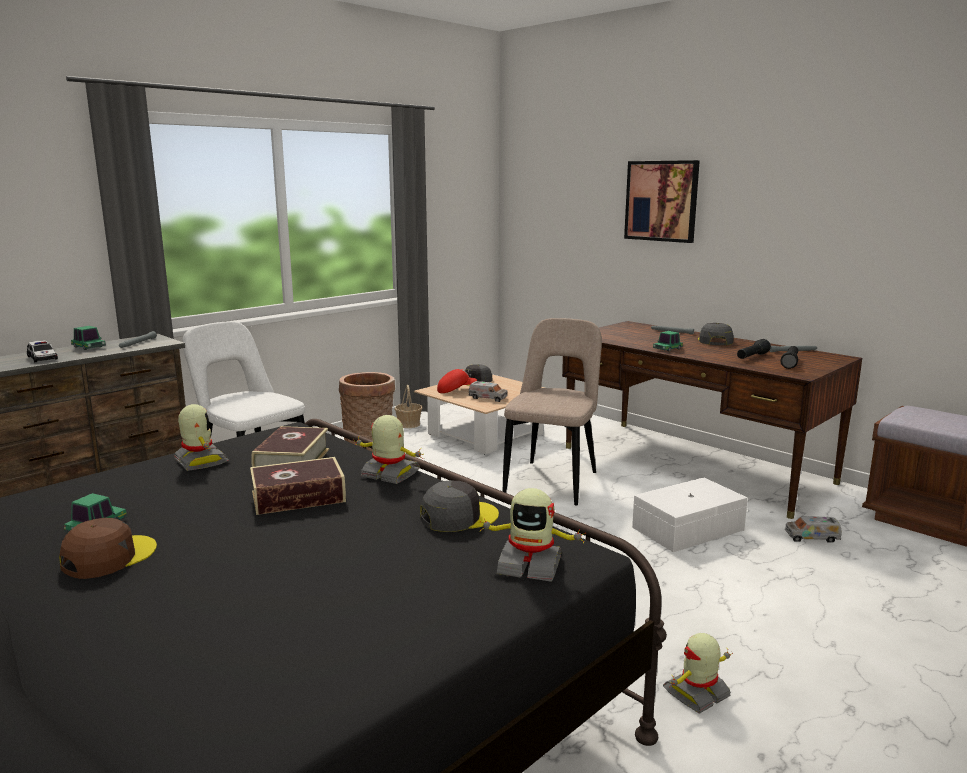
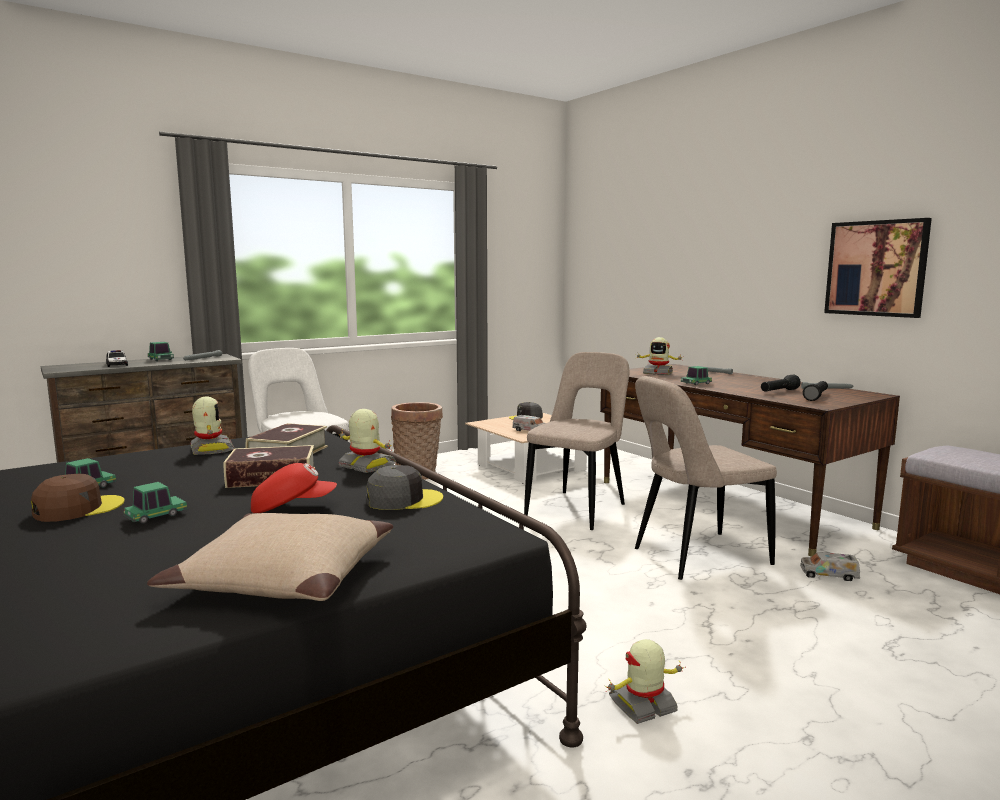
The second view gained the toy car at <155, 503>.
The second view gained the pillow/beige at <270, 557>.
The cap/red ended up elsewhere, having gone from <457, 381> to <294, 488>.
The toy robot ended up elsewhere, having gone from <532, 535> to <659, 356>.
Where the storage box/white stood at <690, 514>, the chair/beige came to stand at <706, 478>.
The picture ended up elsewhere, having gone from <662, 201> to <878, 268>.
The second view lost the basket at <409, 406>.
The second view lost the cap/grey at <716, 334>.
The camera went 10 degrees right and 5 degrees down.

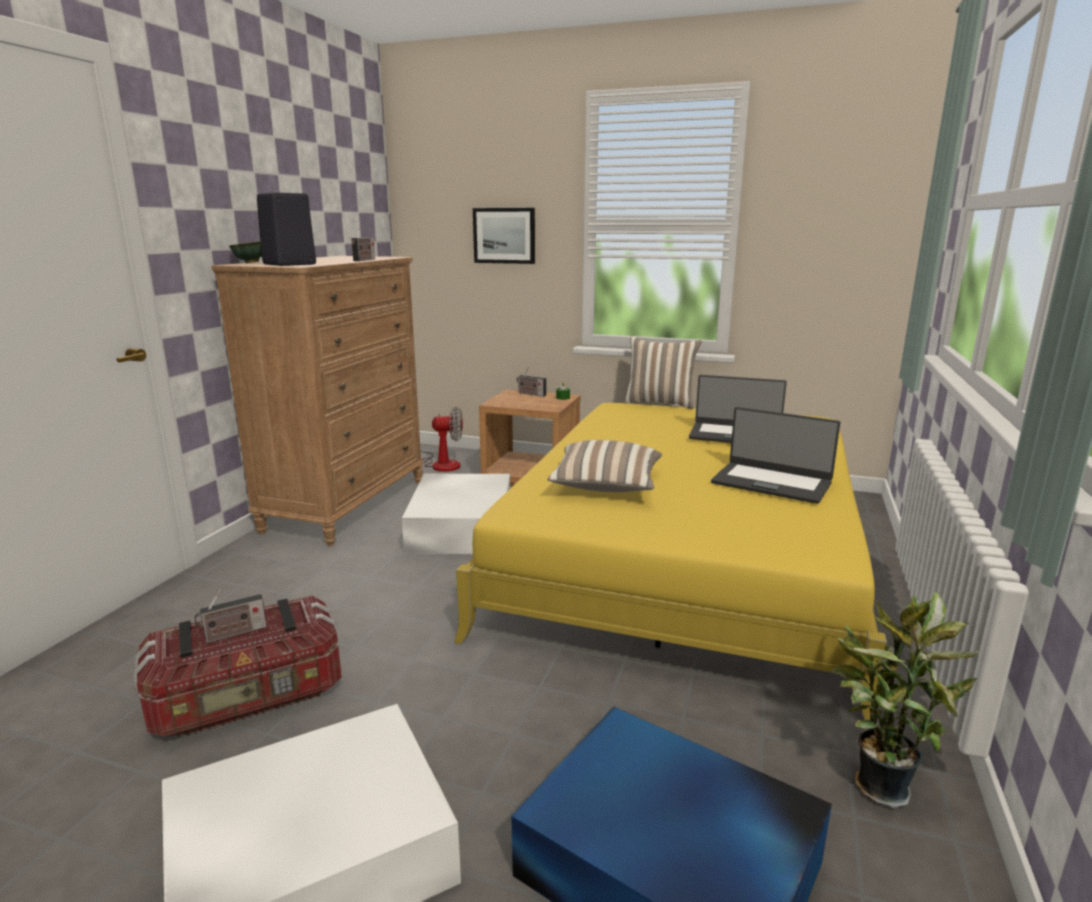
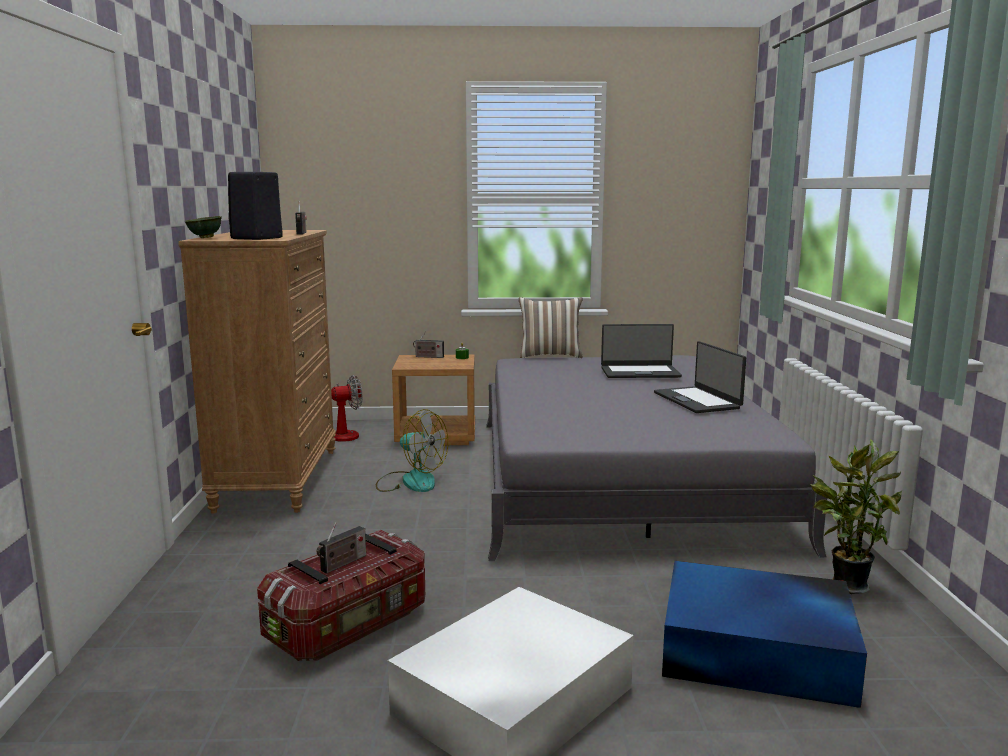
Where the storage box/white stood at <456, 514>, the fan came to stand at <412, 450>.
What was the bed/yellow at <670, 564> turned into the bed/grey at <656, 458>.
The laptop at <775, 455> ended up facing another way, 60 degrees clockwise from before.
The second view lost the picture at <504, 236>.
The second view lost the pillow at <604, 466>.
The camera went 20 degrees left and 5 degrees down.

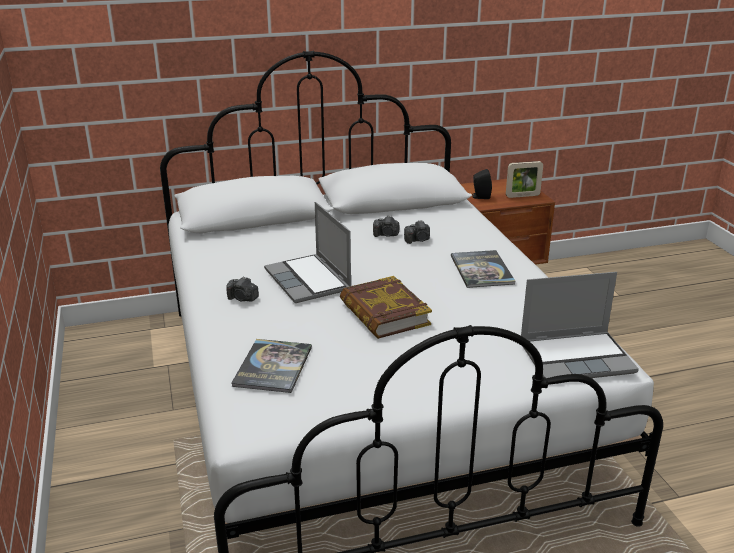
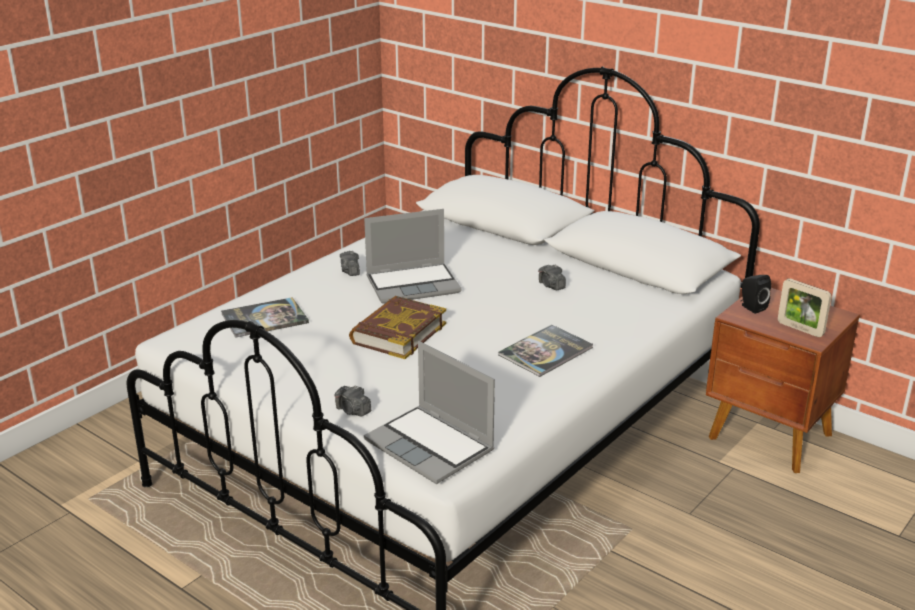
The photo camera ended up elsewhere, having gone from <417, 232> to <353, 400>.
The laptop at <307, 252> ended up facing another way, 135 degrees counterclockwise from before.
The camera went 55 degrees right and 0 degrees up.

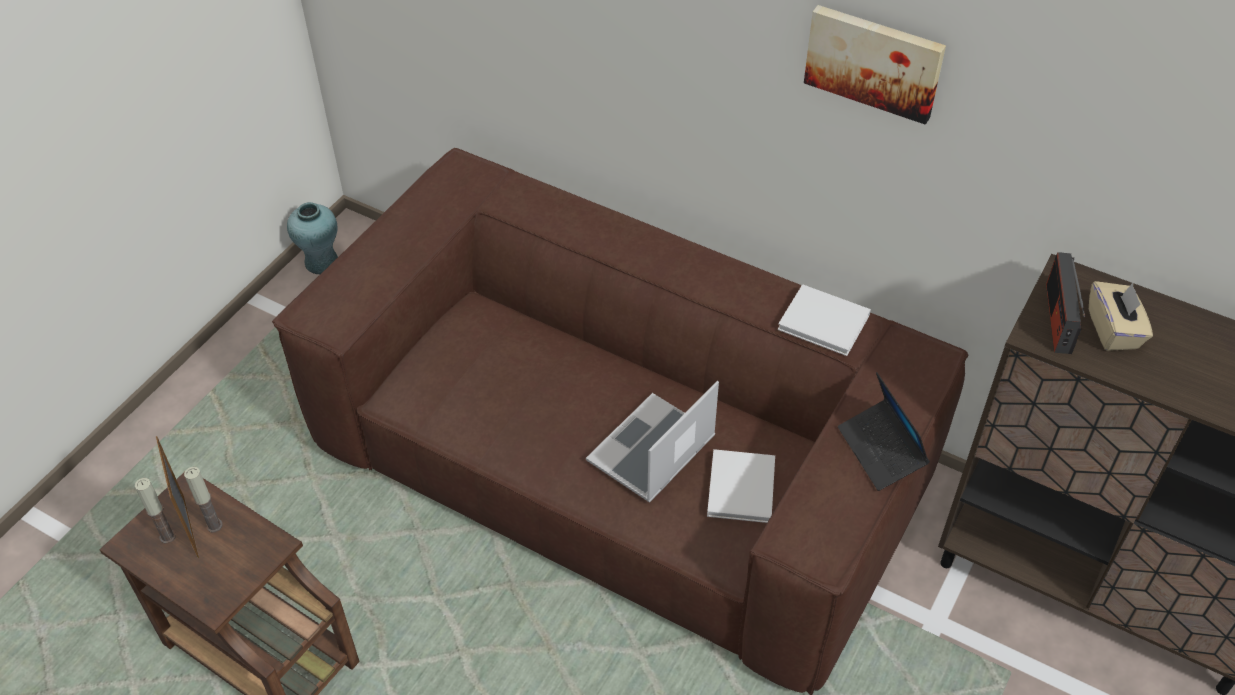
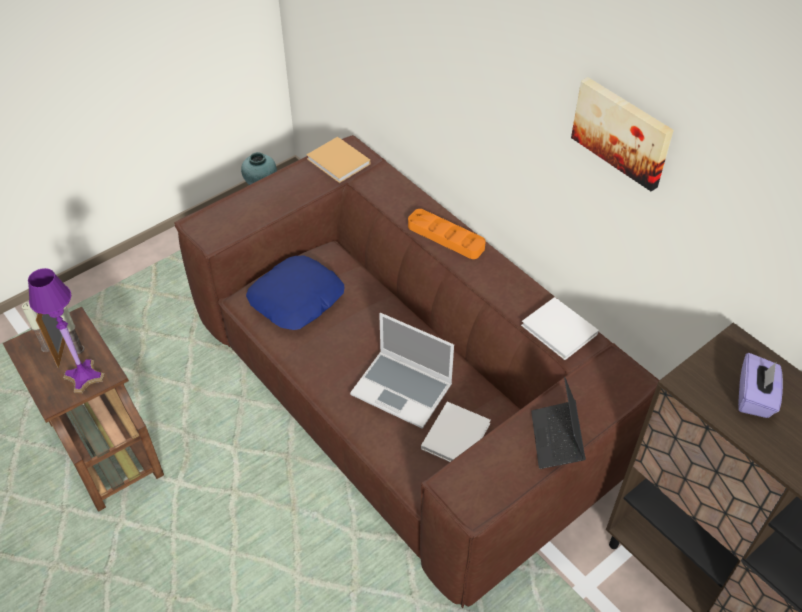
The second view gained the table lamp/purple at <66, 330>.
The second view gained the pillow/blue at <295, 293>.
The second view gained the book/beige at <338, 160>.
The laptop at <652, 442> ended up facing another way, 120 degrees counterclockwise from before.
The second view gained the tray/orange at <447, 234>.
What was the tissue box/beige at <1121, 316> turned into the tissue box/purple at <760, 385>.
The second view lost the radio at <1066, 303>.
The camera went 20 degrees right and 0 degrees up.

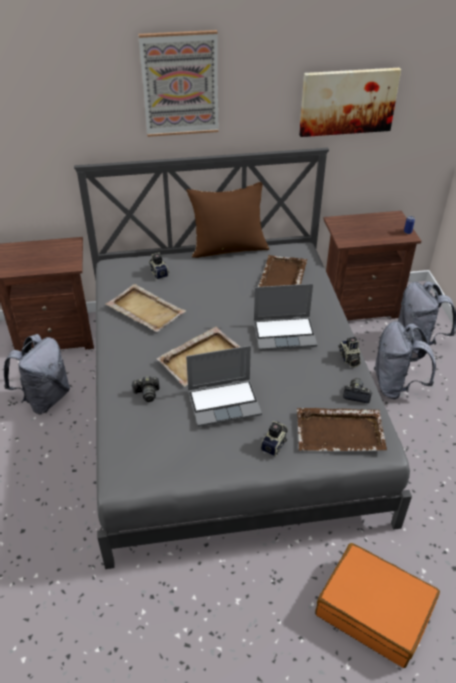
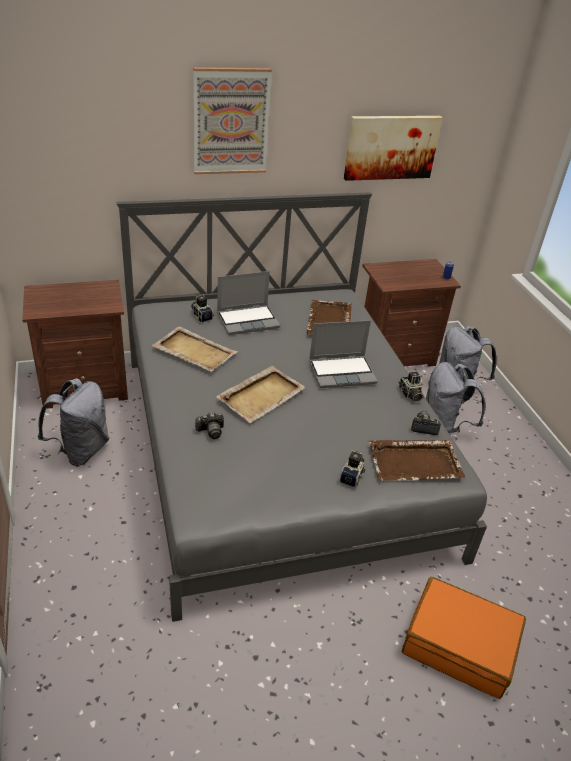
The laptop ended up elsewhere, having gone from <224, 386> to <248, 303>.
The second view lost the pillow/brown at <227, 220>.
The camera went 10 degrees left and 5 degrees down.

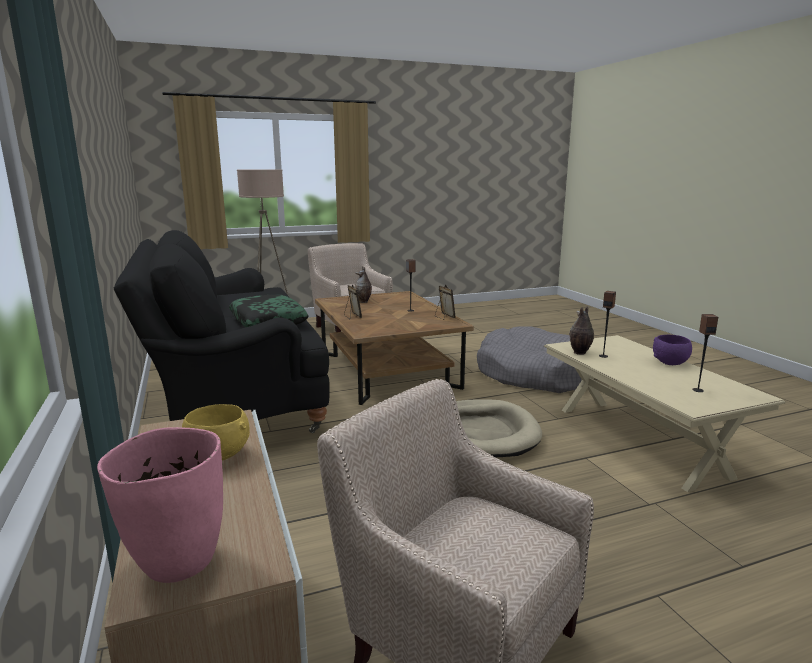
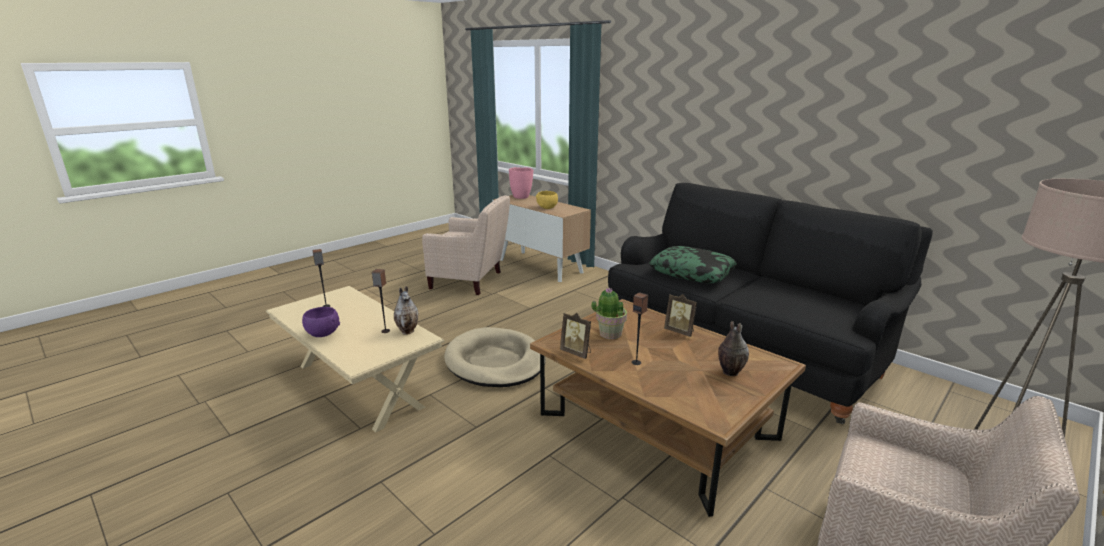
The second view gained the potted plant at <609, 313>.
The second view lost the dog bed/grey at <529, 359>.
The camera went 155 degrees right and 5 degrees up.

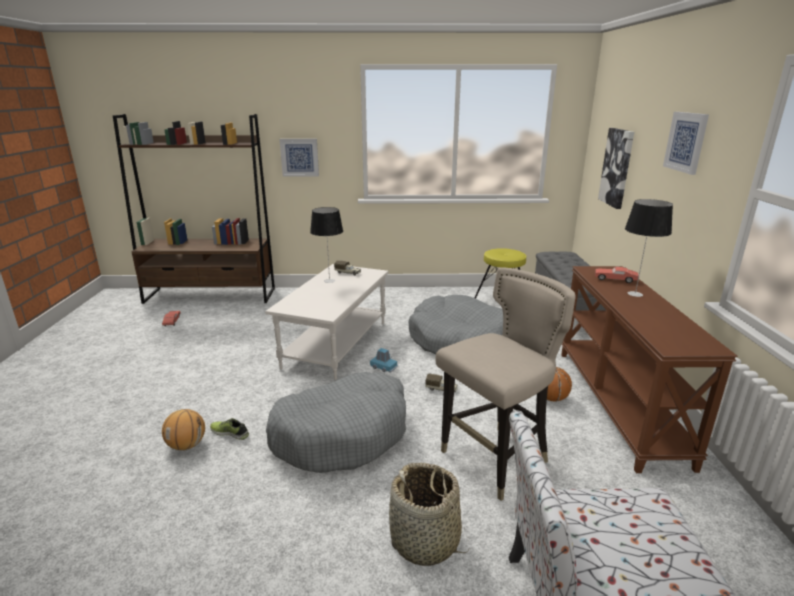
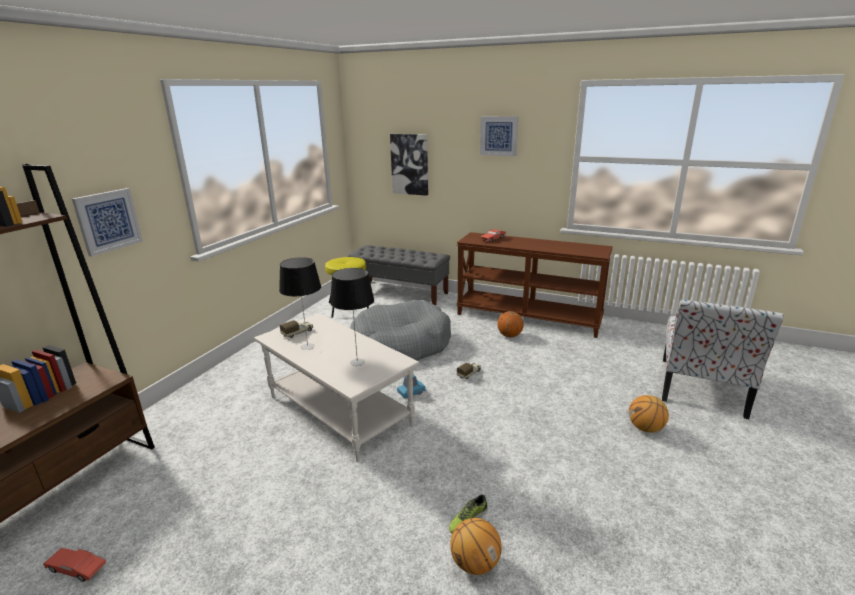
The table lamp ended up elsewhere, having gone from <649, 248> to <352, 317>.
Where the basket stood at <429, 514>, the basketball came to stand at <649, 414>.
The second view lost the dog bed/grey at <336, 422>.
The second view lost the stool/beige at <505, 384>.
The camera went 65 degrees left and 0 degrees up.

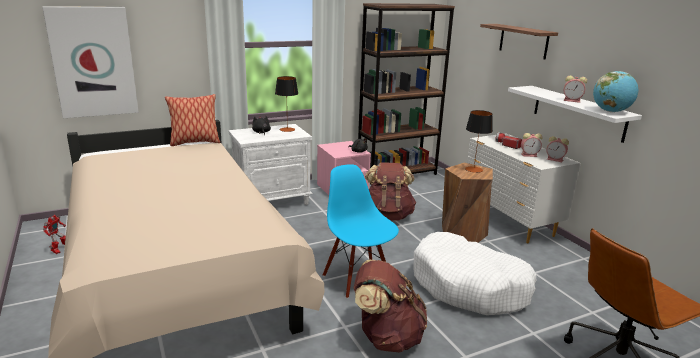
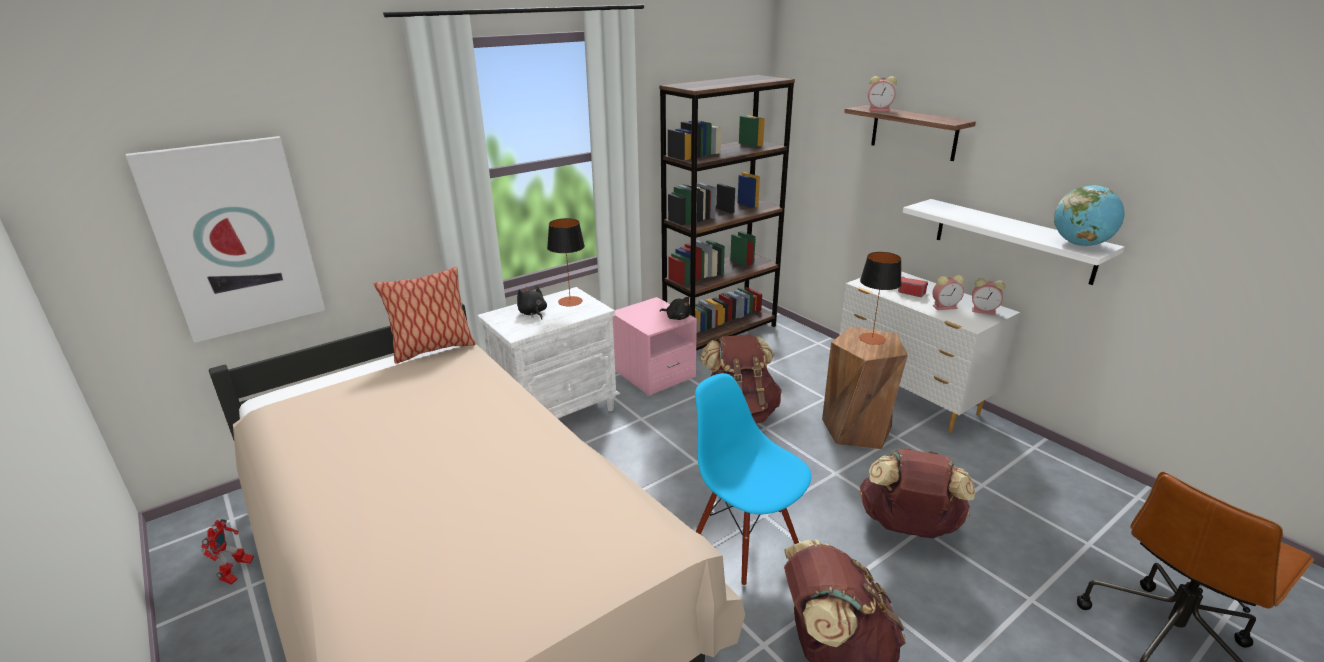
Where the dog bed/white stood at <475, 273>, the backpack/brown came to stand at <917, 493>.
The alarm clock ended up elsewhere, having gone from <575, 89> to <882, 93>.
The camera went 10 degrees left and 5 degrees up.

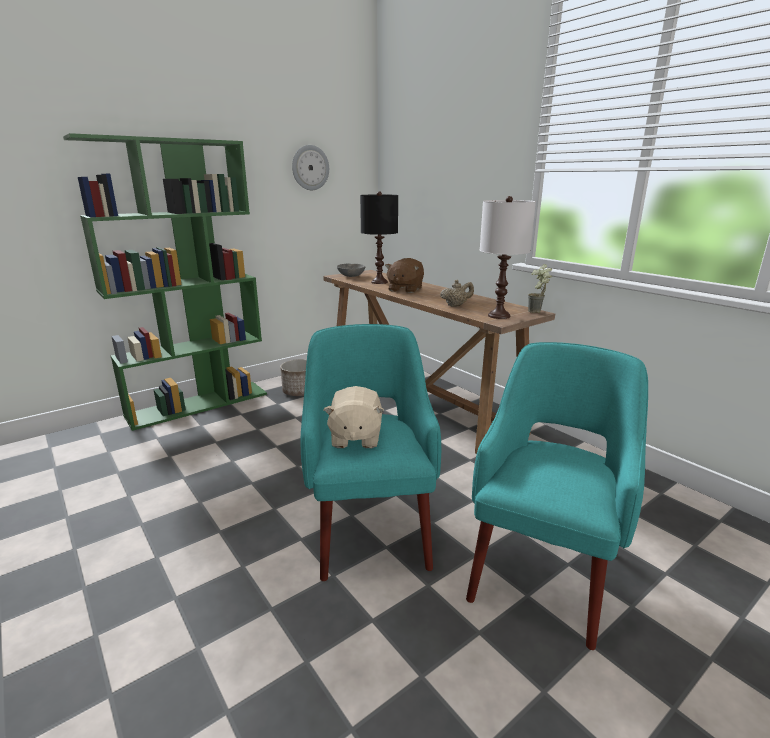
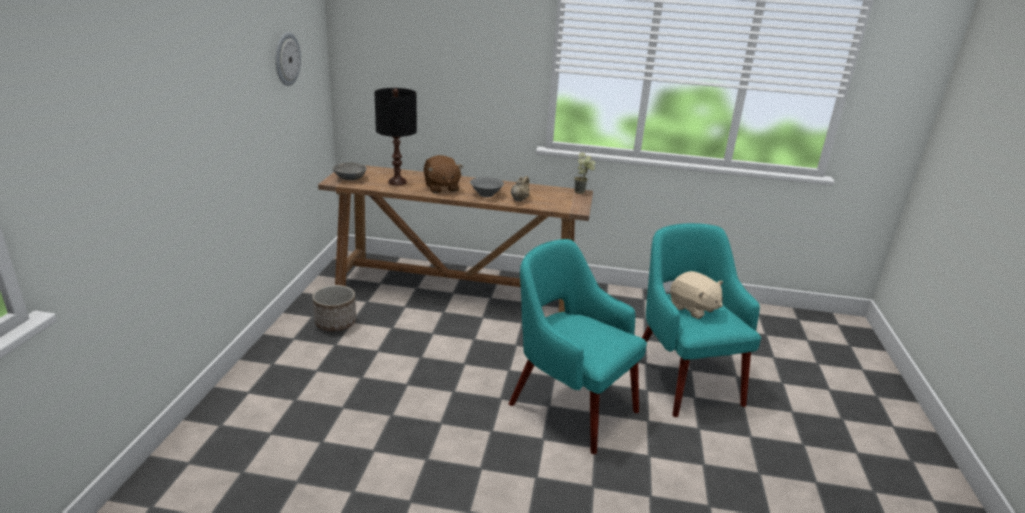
The second view gained the bowl/grey at <487, 187>.
The plush toy/beige ended up elsewhere, having gone from <354, 417> to <696, 295>.
The second view lost the bookcase/green at <165, 282>.
The second view lost the table lamp/white at <508, 257>.
The camera went 45 degrees left and 5 degrees up.

